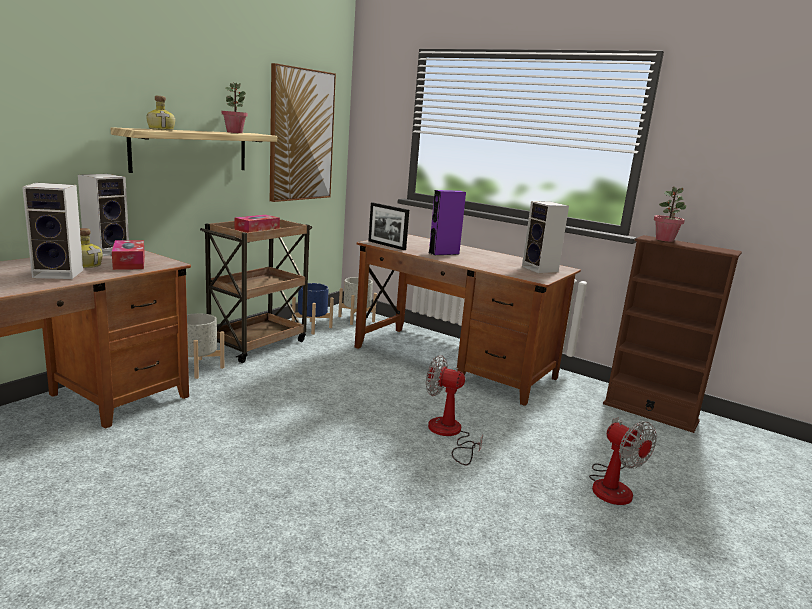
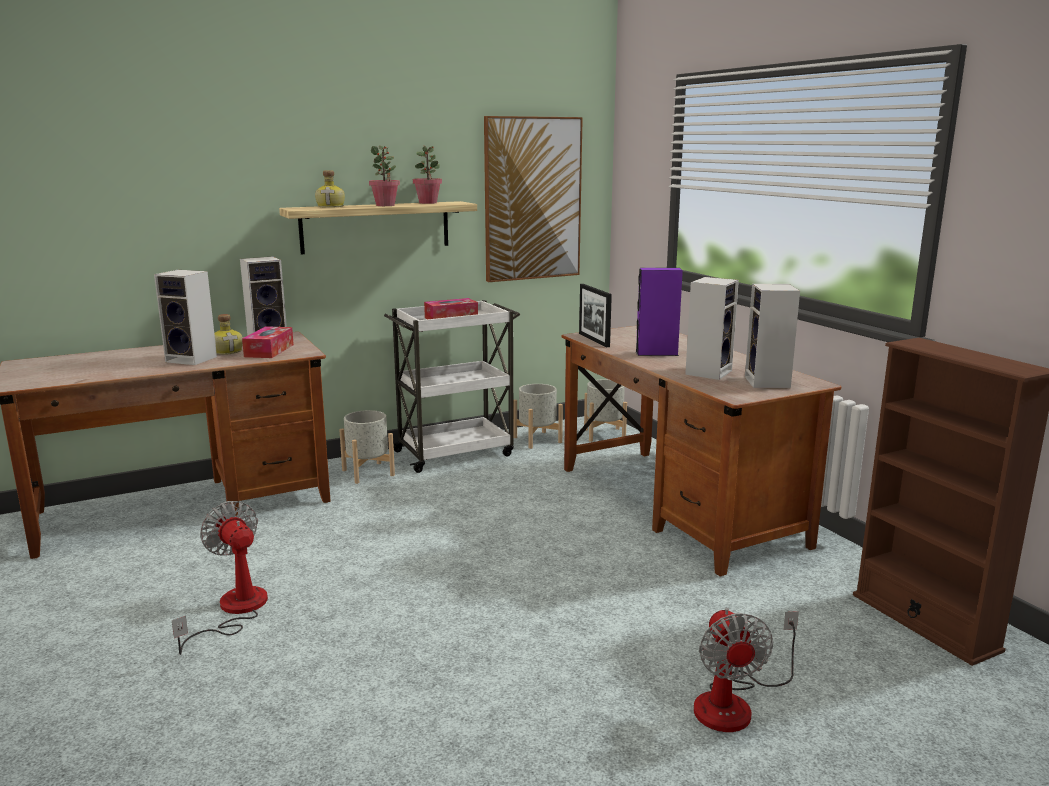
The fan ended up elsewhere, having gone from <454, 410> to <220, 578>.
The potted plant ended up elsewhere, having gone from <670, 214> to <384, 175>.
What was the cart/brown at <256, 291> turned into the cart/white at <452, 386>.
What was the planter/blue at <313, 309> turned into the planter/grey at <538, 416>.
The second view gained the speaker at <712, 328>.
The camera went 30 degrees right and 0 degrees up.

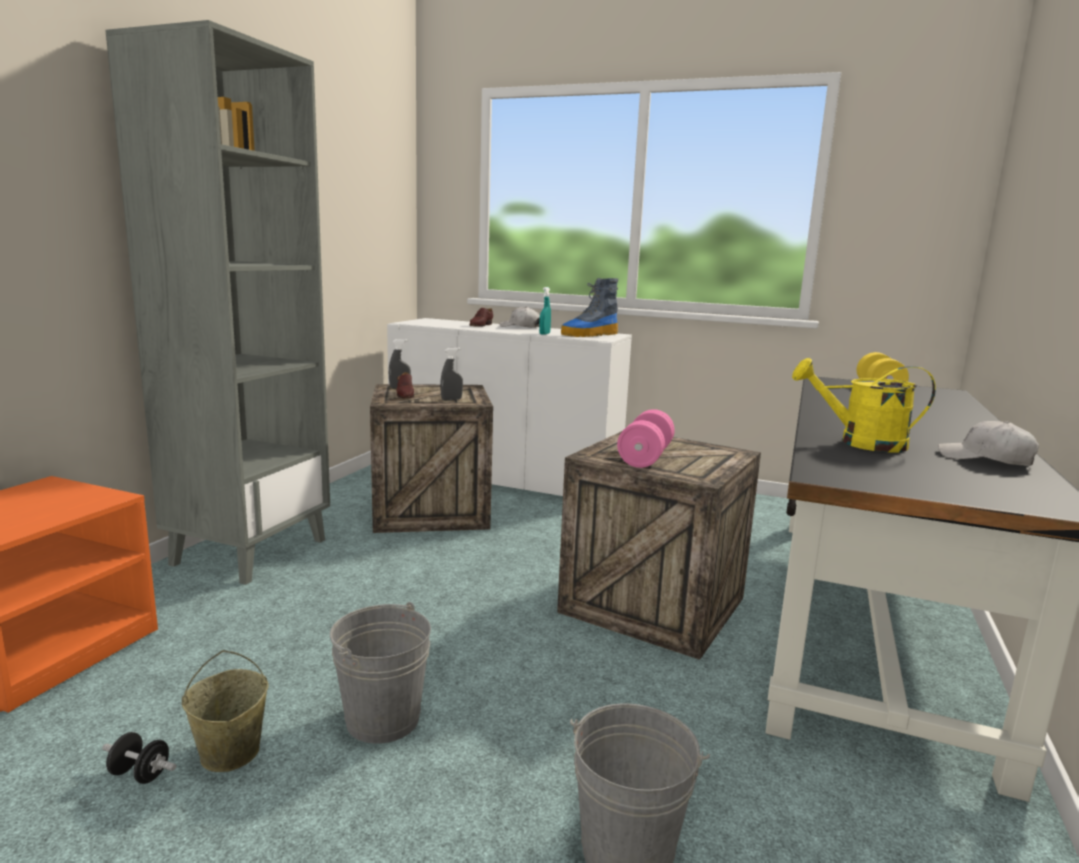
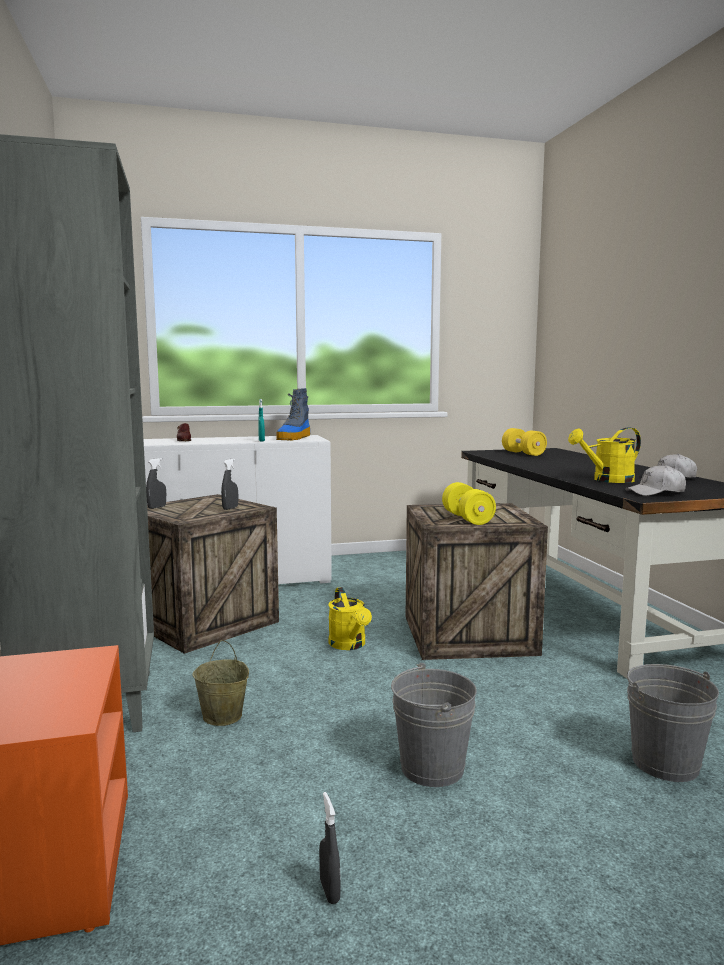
The bucket/beige ended up elsewhere, having gone from <225, 711> to <220, 683>.
Where the dumbbell/black stood at <139, 758>, the spray bottle/grey came to stand at <329, 848>.
The second view gained the watering can/yellow at <350, 618>.
What was the dumbbell/pink at <646, 438> turned into the dumbbell/yellow at <469, 503>.
The cap/white ended up elsewhere, having gone from <519, 317> to <655, 480>.
The second view lost the shoe/brown at <405, 385>.
The camera went 35 degrees left and 5 degrees down.

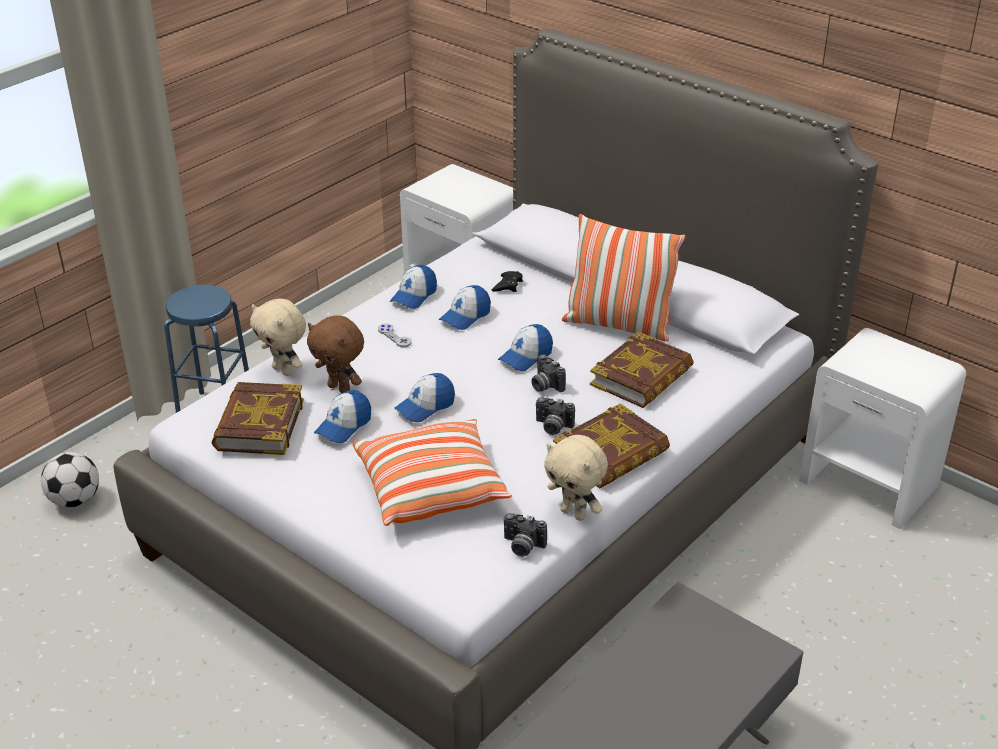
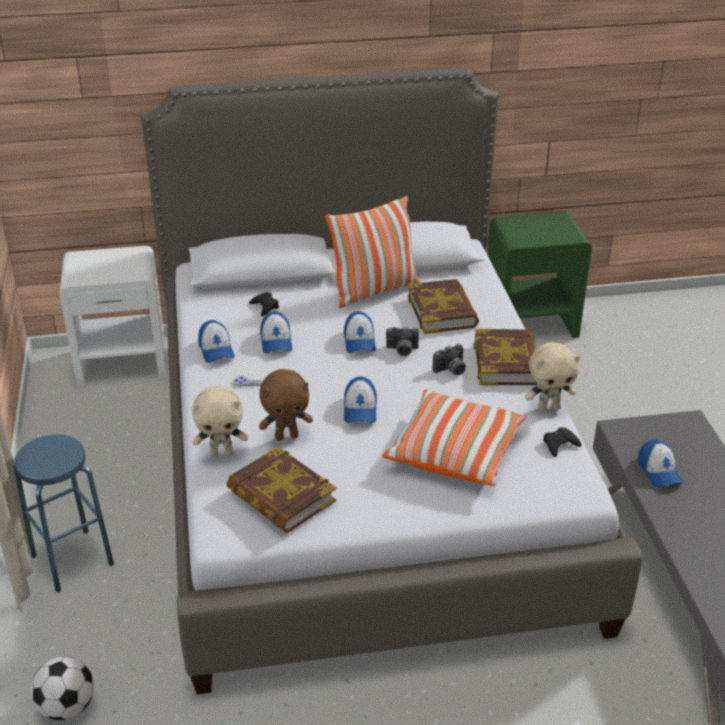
What was the nightstand/white at <882, 428> turned into the nightstand/green at <539, 275>.
Where the photo camera stood at <525, 535>, the game controller/black came to stand at <562, 442>.
The cap ended up elsewhere, having gone from <342, 416> to <660, 464>.
The camera went 50 degrees left and 0 degrees up.

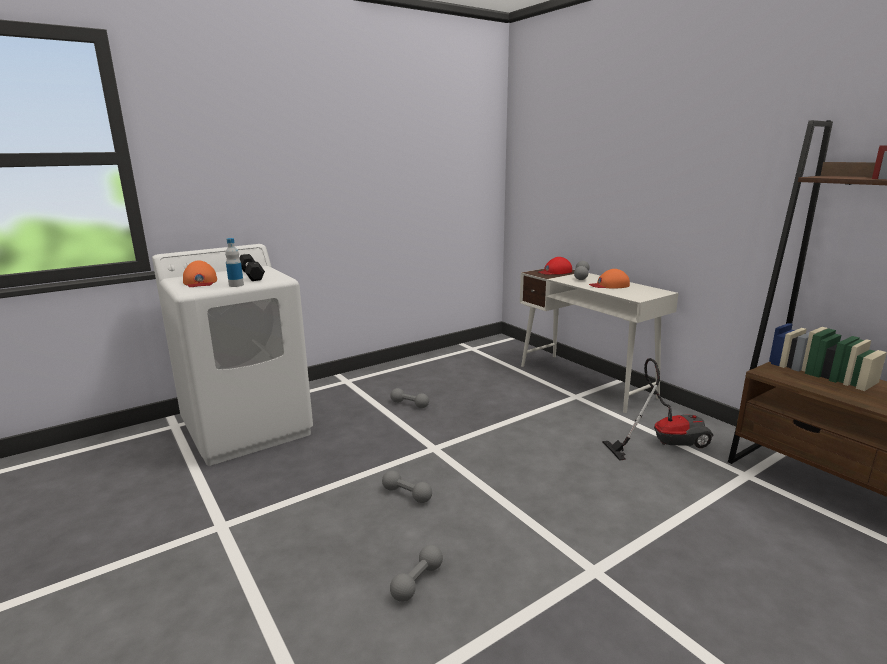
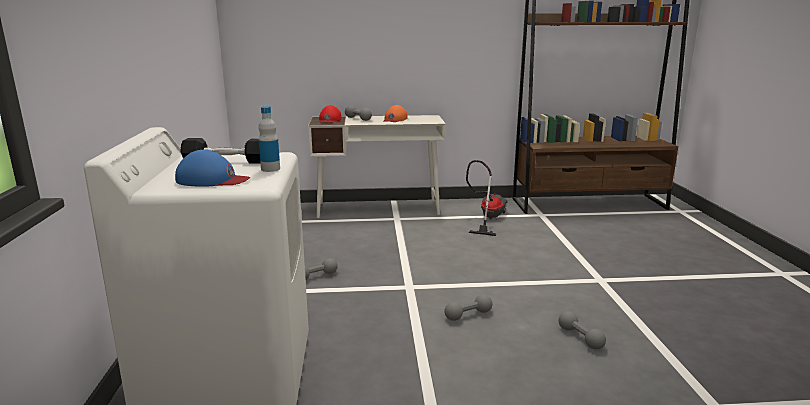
What was the cap/orange at <200, 274> turned into the cap/blue at <212, 168>.
The camera went 60 degrees left and 0 degrees up.

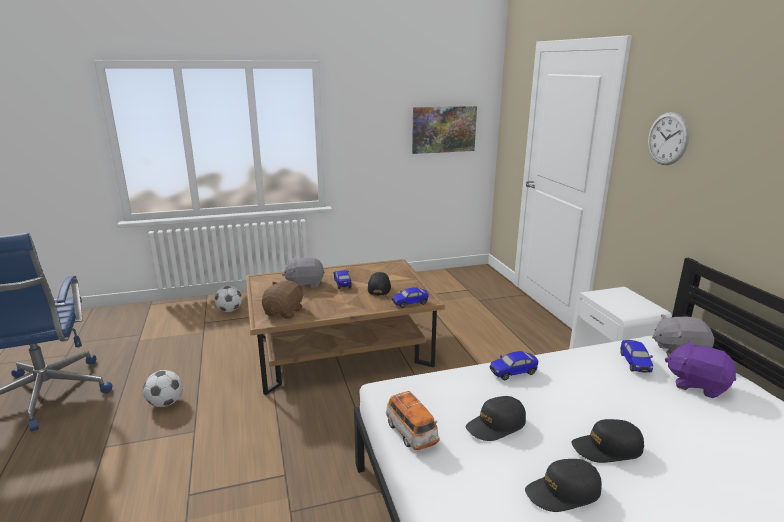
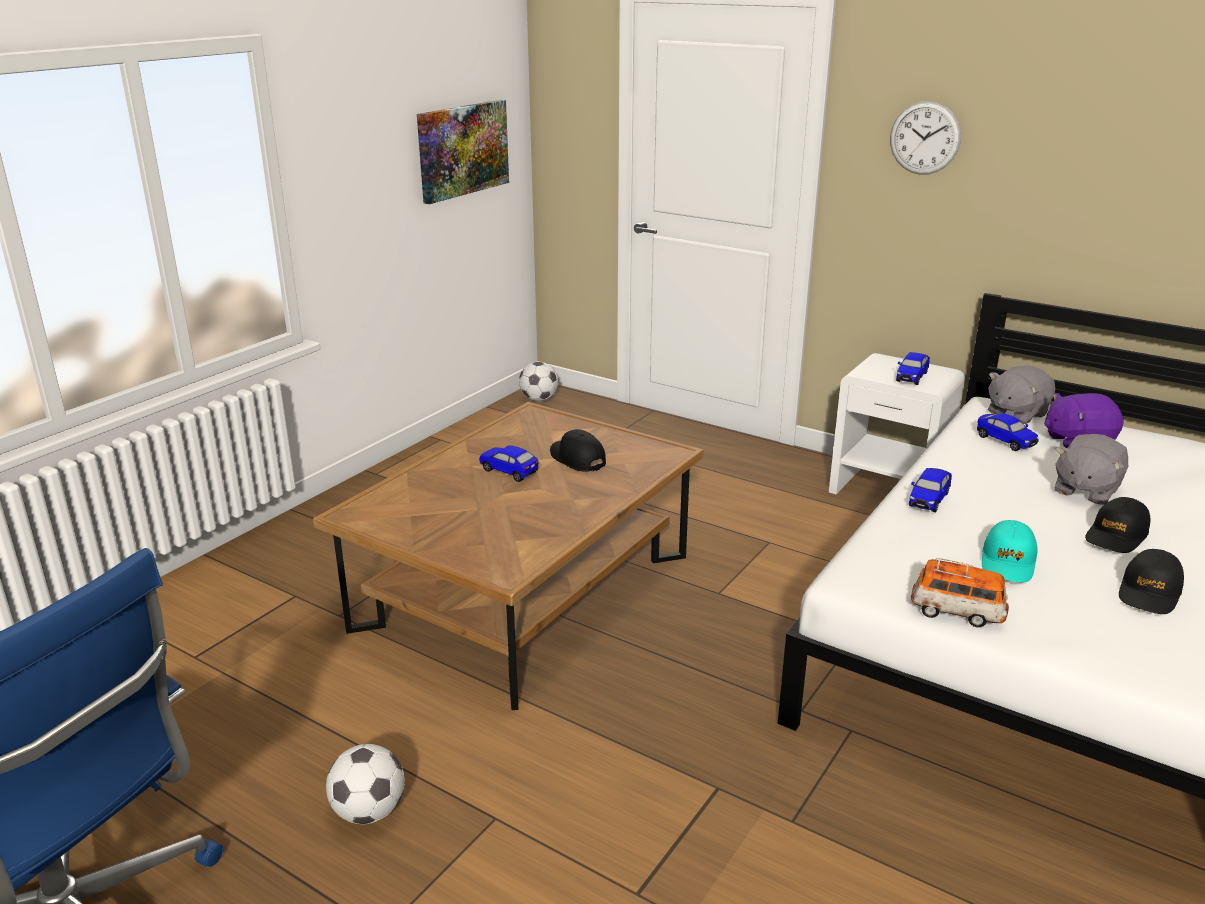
The football ended up elsewhere, having gone from <228, 299> to <538, 381>.
The toy car ended up elsewhere, having gone from <410, 297> to <913, 368>.
What was the cap/black at <496, 418> turned into the cap/turquoise at <1010, 551>.
The plush toy/grey ended up elsewhere, having gone from <303, 273> to <1091, 469>.
The second view lost the plush toy/brown at <283, 299>.
The camera went 40 degrees left and 5 degrees up.

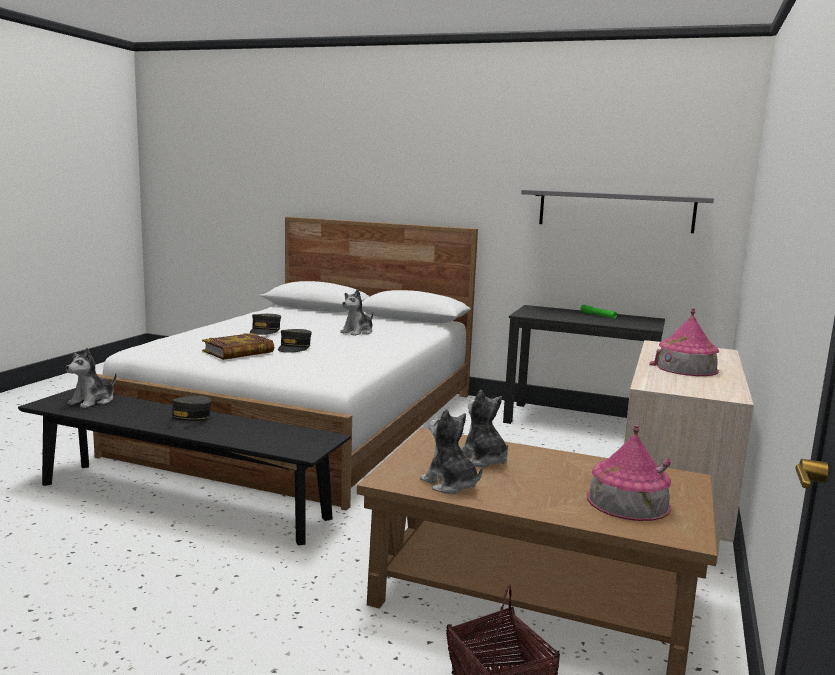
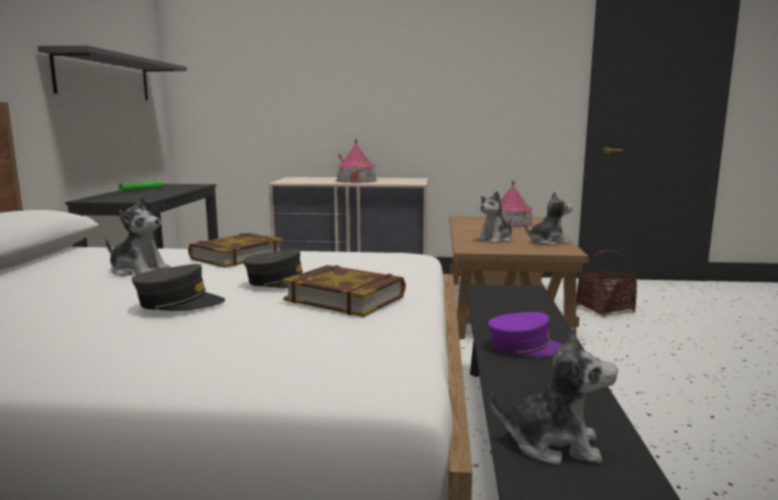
The second view gained the book at <235, 250>.
What was the cap/grey at <189, 412> turned into the cap/purple at <525, 334>.
The plush toy at <451, 451> ended up facing another way, 135 degrees counterclockwise from before.
The camera went 105 degrees left and 0 degrees up.

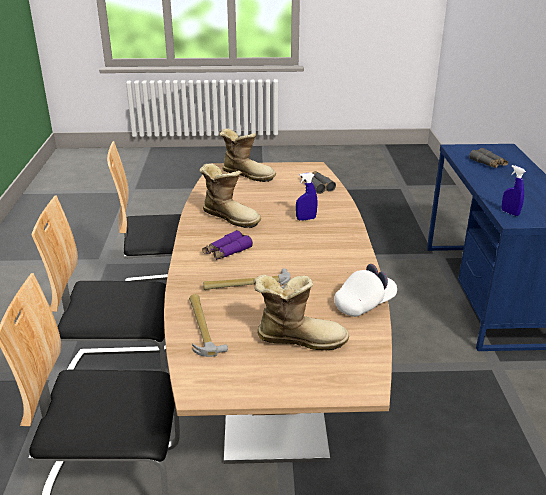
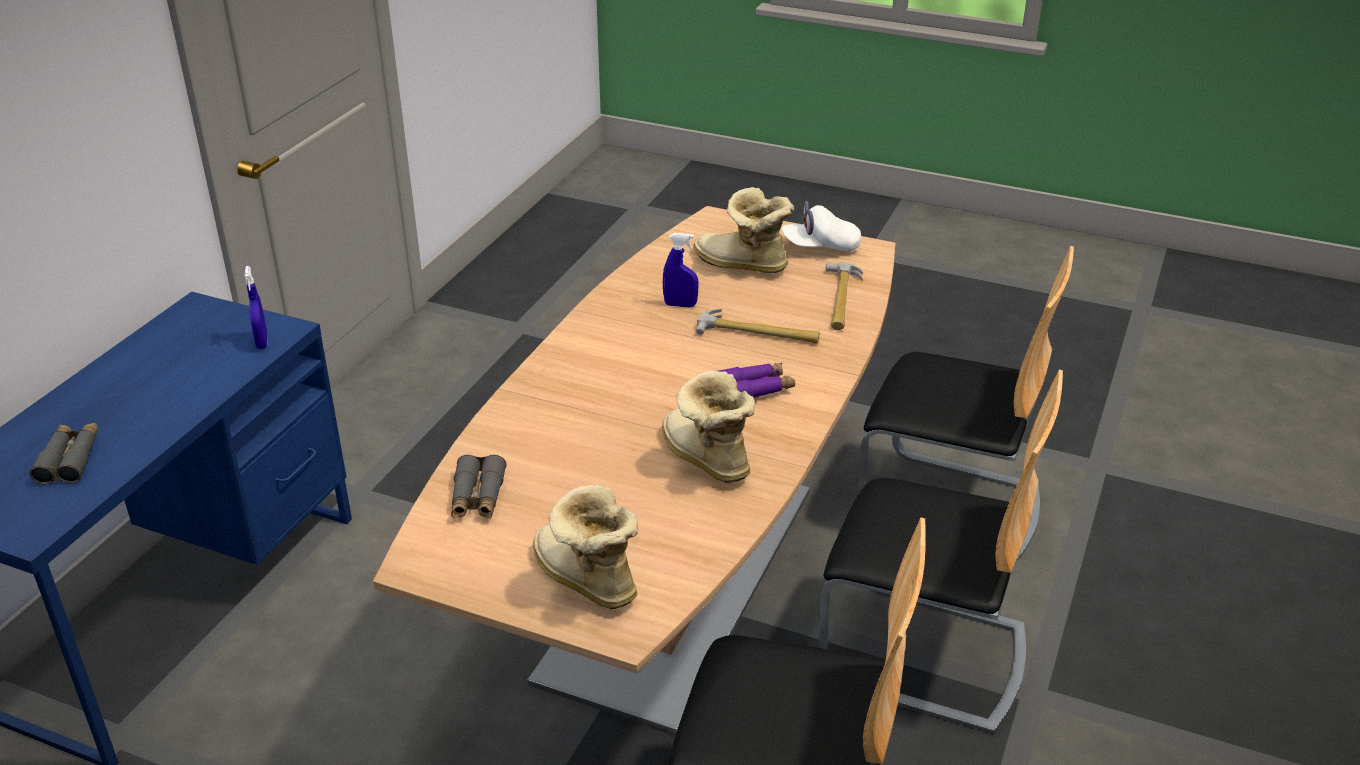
The spray bottle/blue ended up elsewhere, having gone from <306, 196> to <681, 270>.
The cap/white ended up elsewhere, having gone from <365, 290> to <821, 226>.
The camera went 155 degrees left and 5 degrees up.

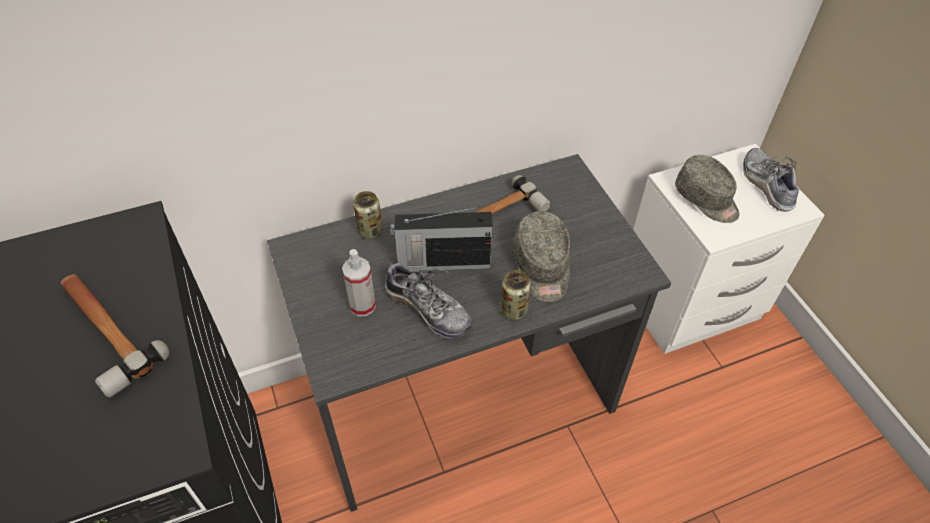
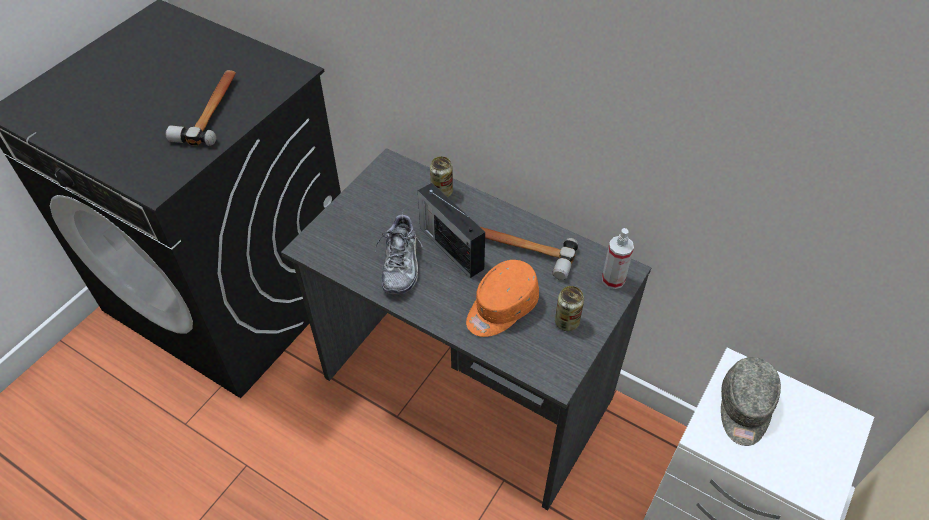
What was the cap/grey at <542, 256> turned into the cap/orange at <502, 298>.
The can ended up elsewhere, having gone from <516, 295> to <569, 308>.
The spray bottle ended up elsewhere, having gone from <359, 282> to <618, 258>.
The second view lost the shoe at <771, 180>.
The camera went 55 degrees right and 0 degrees up.

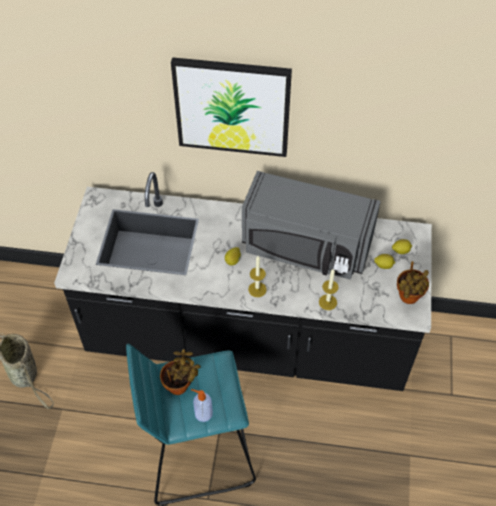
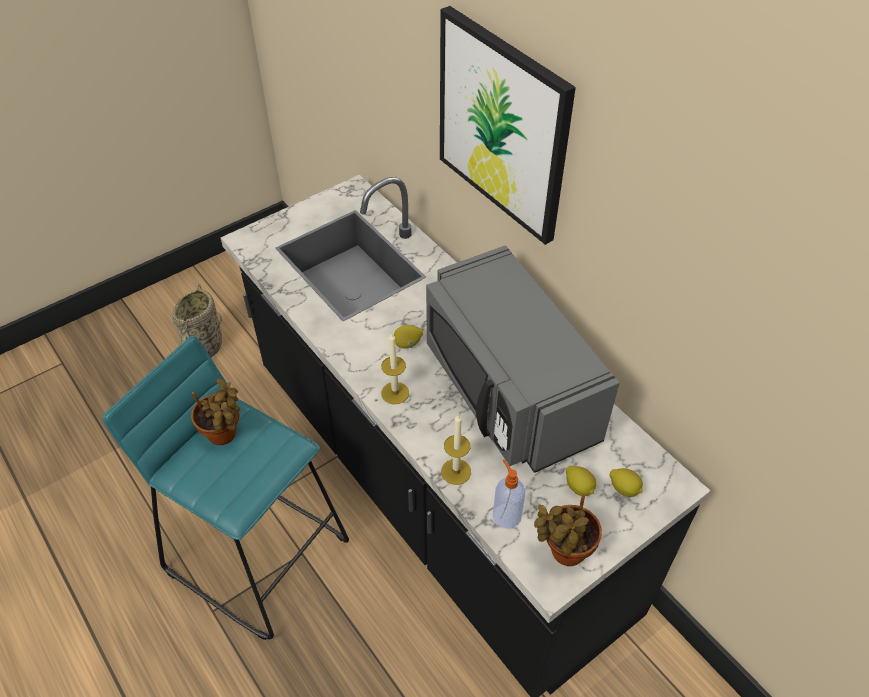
The soap dispenser ended up elsewhere, having gone from <202, 405> to <509, 494>.
The camera went 45 degrees right and 5 degrees down.

